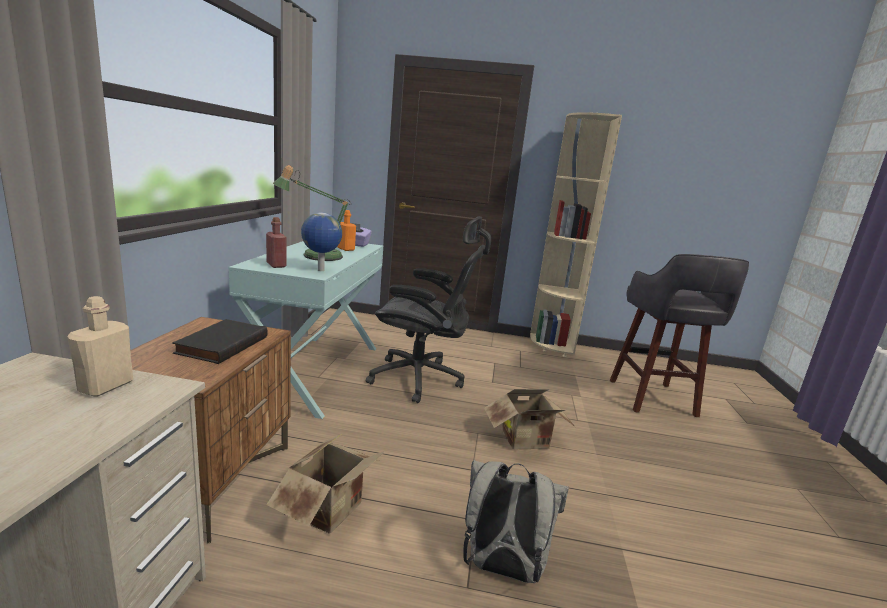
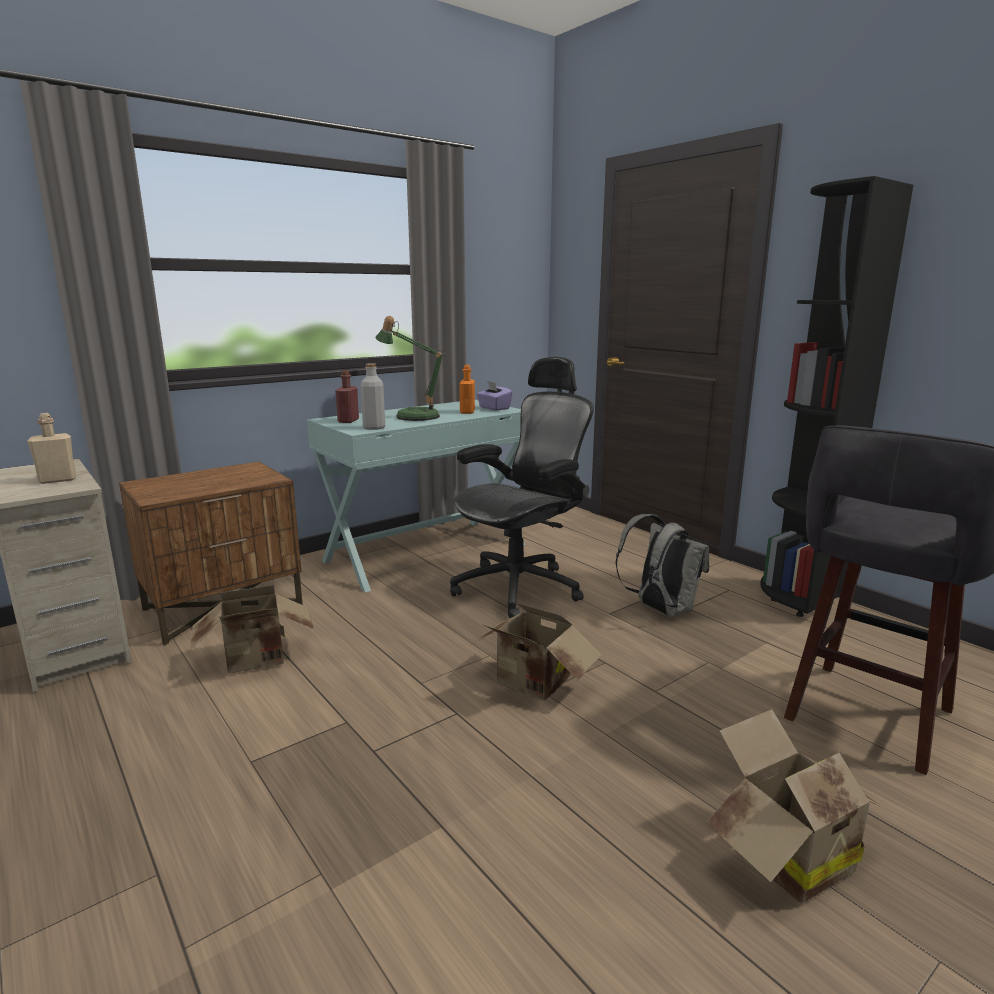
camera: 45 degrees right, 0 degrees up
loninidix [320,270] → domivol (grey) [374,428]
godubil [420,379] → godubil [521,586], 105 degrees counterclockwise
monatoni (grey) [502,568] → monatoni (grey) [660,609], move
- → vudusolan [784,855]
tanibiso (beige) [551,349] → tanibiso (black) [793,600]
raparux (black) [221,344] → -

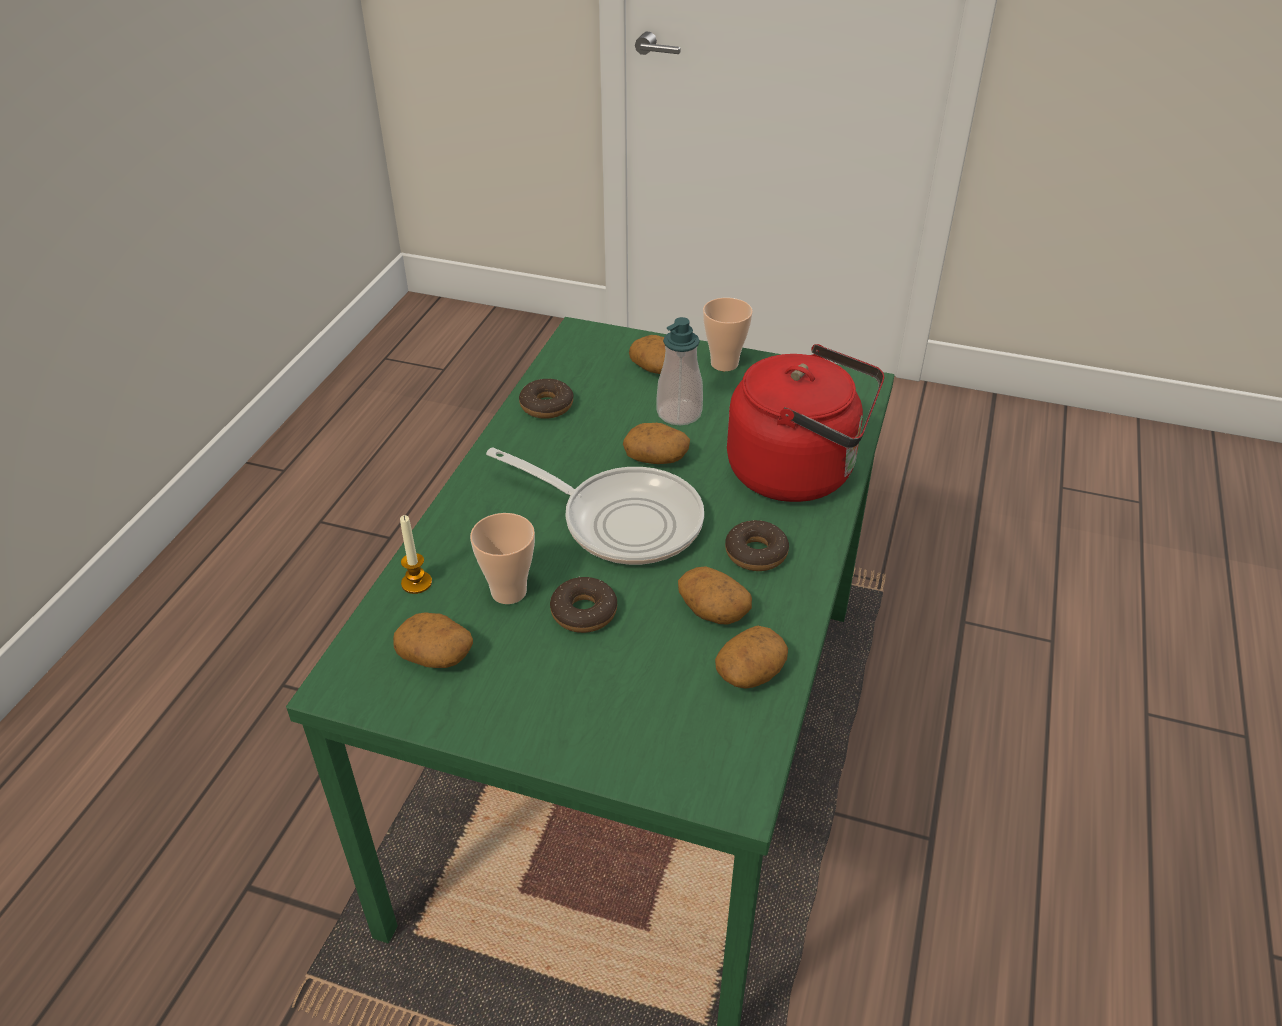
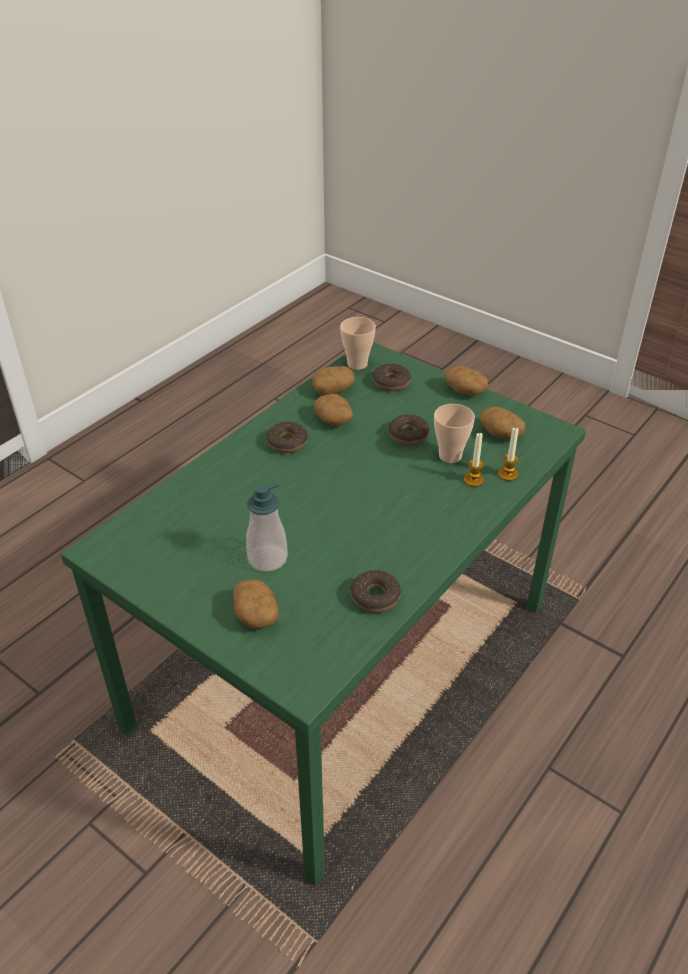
camera: 160 degrees left, 0 degrees up
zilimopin [724,364] → zilimopin [357,364], move
- → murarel [391,382]
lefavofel [657,457] → lefavofel [464,390], move
- → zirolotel [473,480]
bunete [622,520] → -
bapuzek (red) [799,472] → -

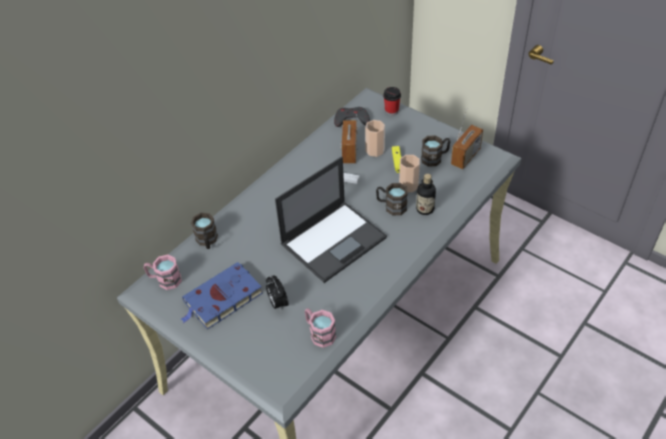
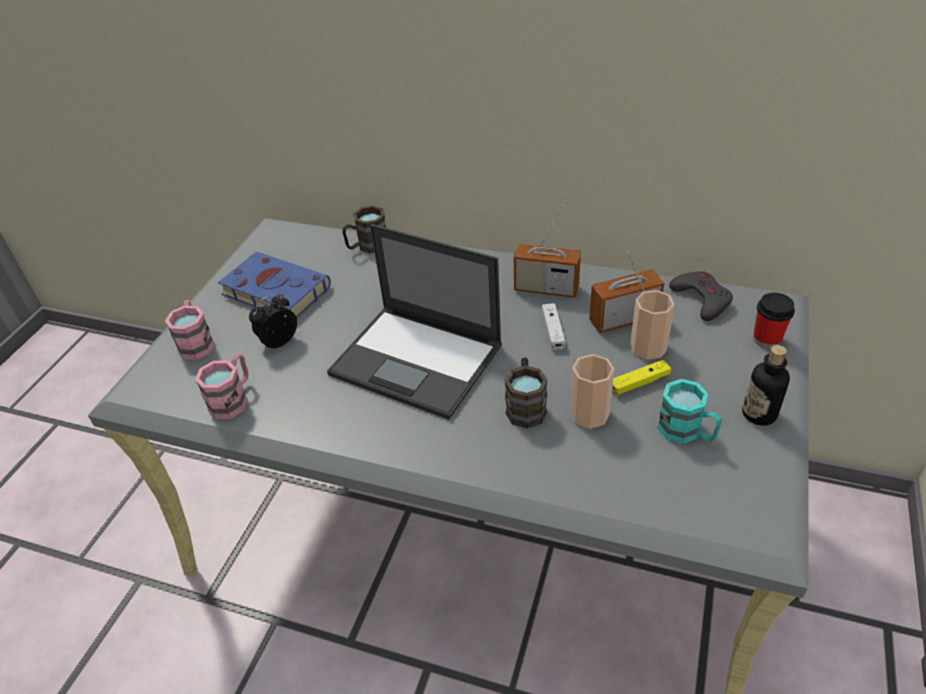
camera: 70 degrees right, 5 degrees down
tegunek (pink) [164,280] → tegunek (pink) [196,342], move
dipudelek [465,157] → dipudelek [546,288], move
tegunek (brown) [435,158] → tegunek (turquoise) [687,432]
domivol [425,209] → domivol [759,414], move

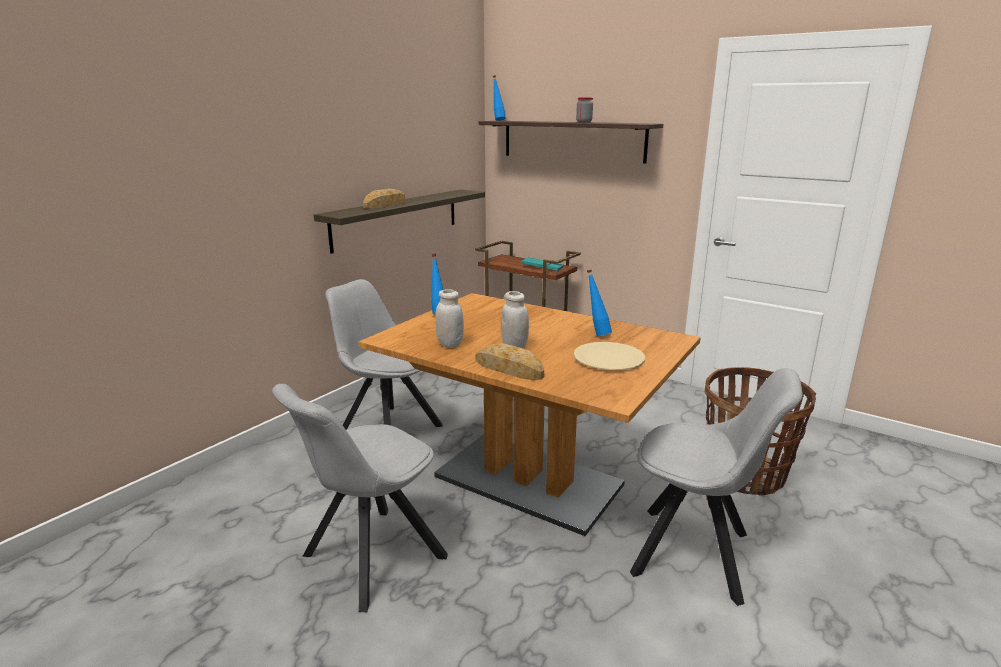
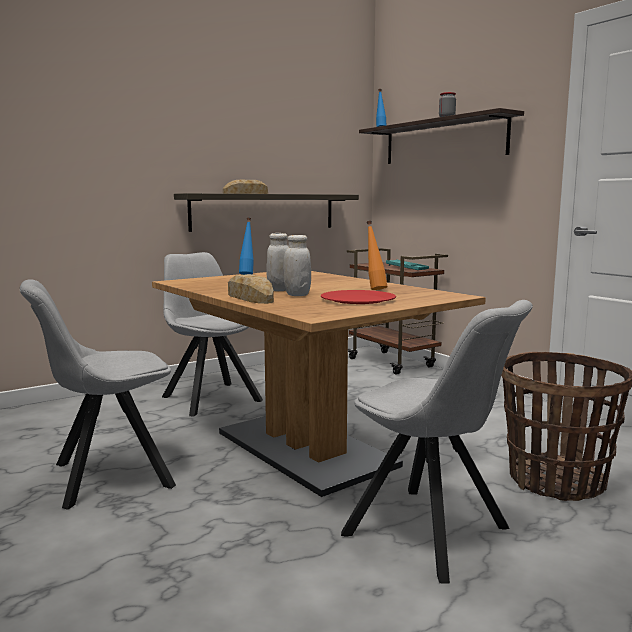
camera: 20 degrees right, 10 degrees down
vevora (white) [450,344] → vevora (white) [297,295], move
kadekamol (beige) [608,358] → kadekamol (red) [357,299]
domivol (blue) [596,334] → domivol (orange) [374,289]

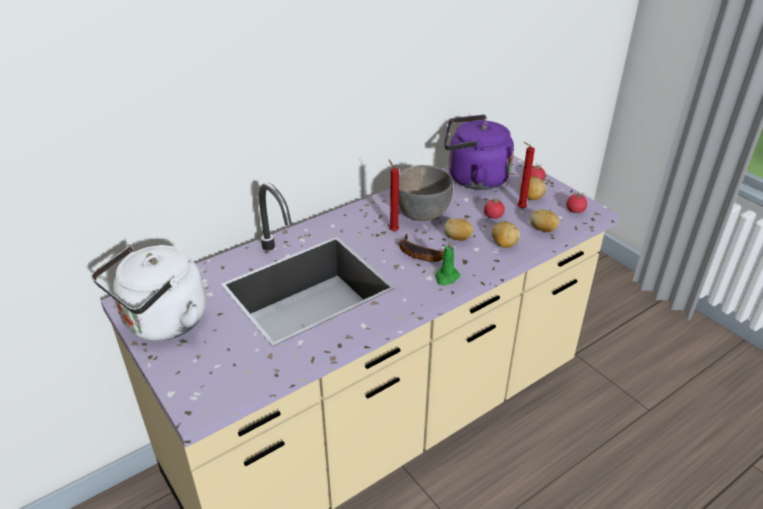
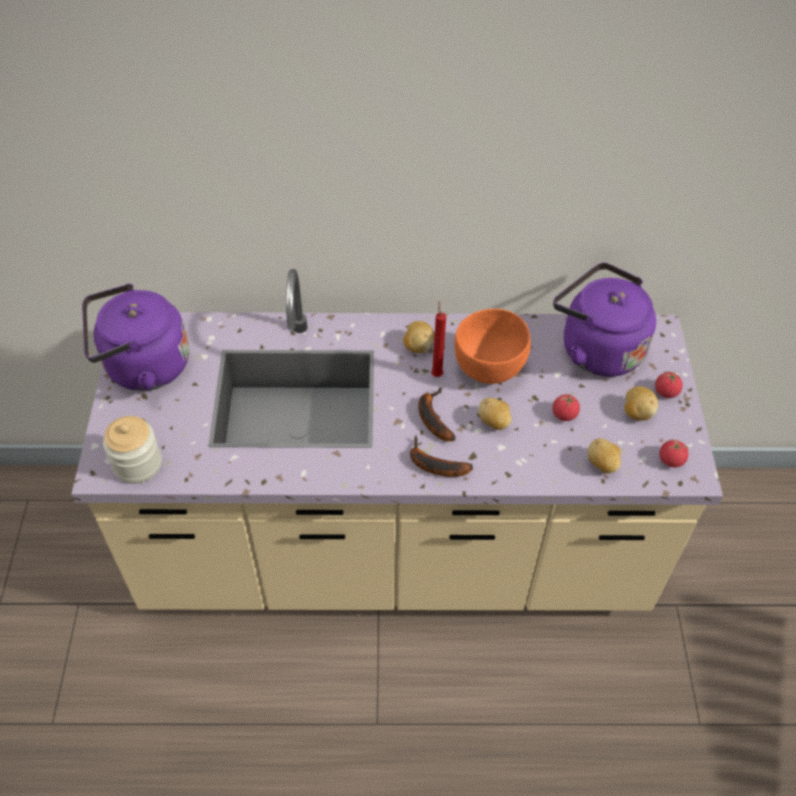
camera: 35 degrees right, 15 degrees up
bapuzek (white) [162,323] → bapuzek (purple) [142,367]
- → vevora [138,464]
lefavofel [503,244] → lefavofel [418,346], move
zirolotel (green) [446,277] → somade [433,465]
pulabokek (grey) [423,213] → pulabokek (orange) [489,368]
zirolotel (red) [520,208] → -

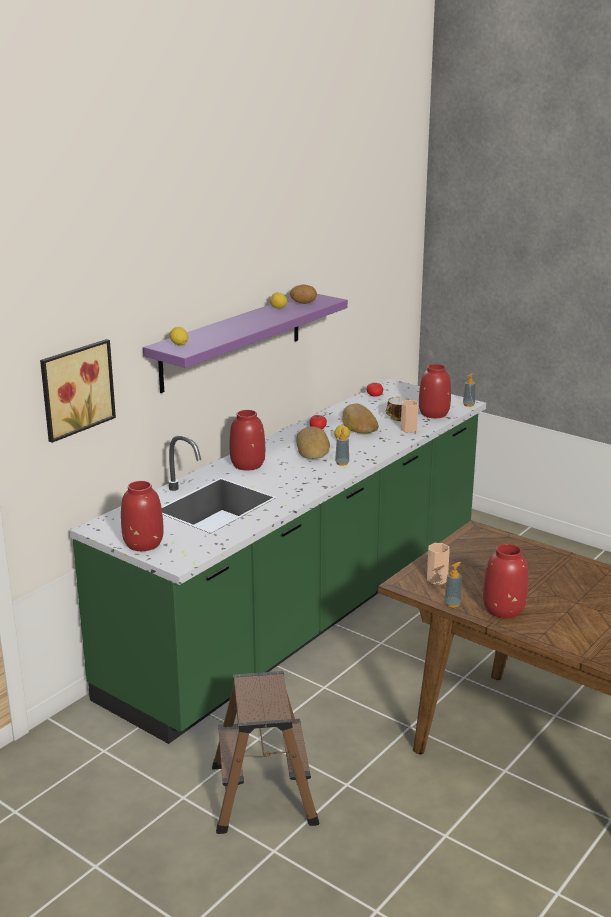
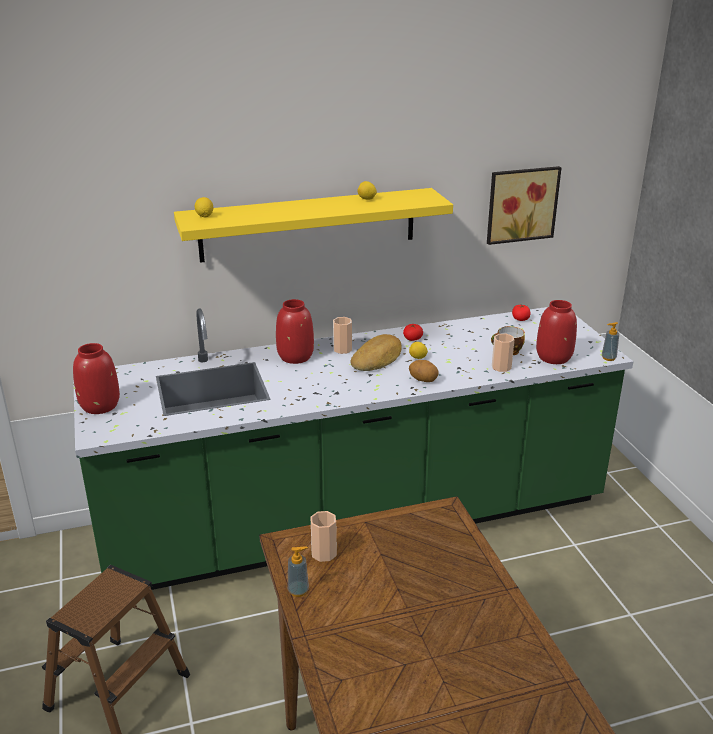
camera: 35 degrees right, 5 degrees up
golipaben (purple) [232,341] → golipaben (yellow) [308,224]
- → zilimopin [342,349]
lefavofel [303,303] → lefavofel [423,380], move
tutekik [75,388] → tutekik [521,204], move
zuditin [342,463] → -
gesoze [358,424] → -
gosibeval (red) [503,609] → -

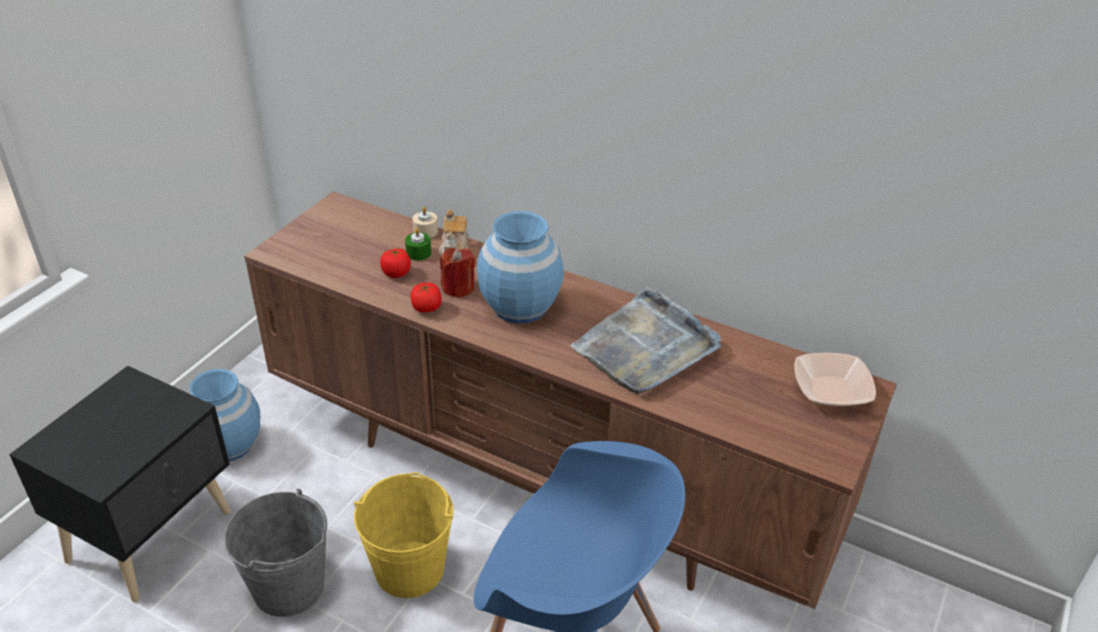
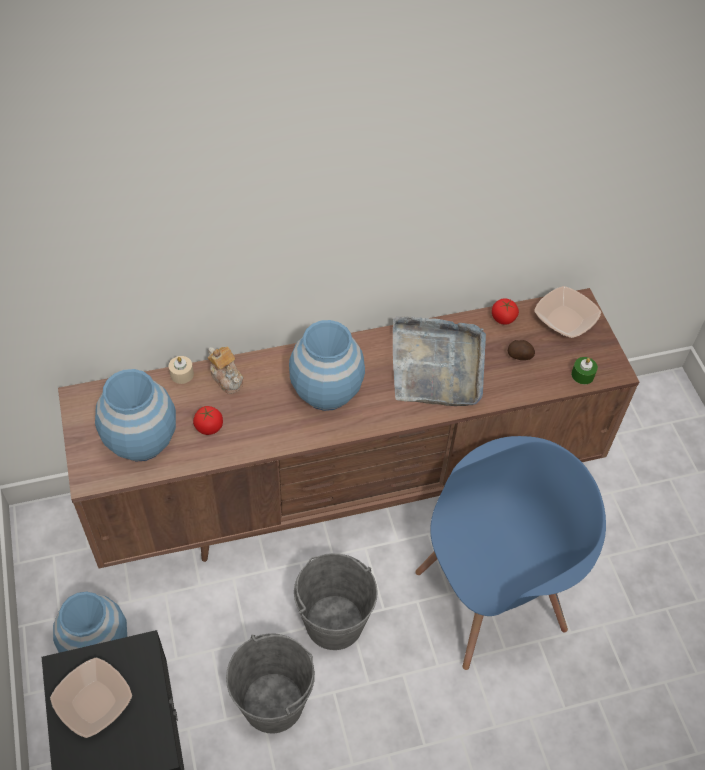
camera: 45 degrees left, 15 degrees up
- → pulabokek [94,702]
- → gosibeval (blue) [141,440]
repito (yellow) [409,569] → repito (grey) [334,622]
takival [426,308] → takival [503,318], move
- → lefavofel [520,356]
zirolotel (green) [418,253] → zirolotel (green) [582,375], move
zirolotel (red) [458,288] → -

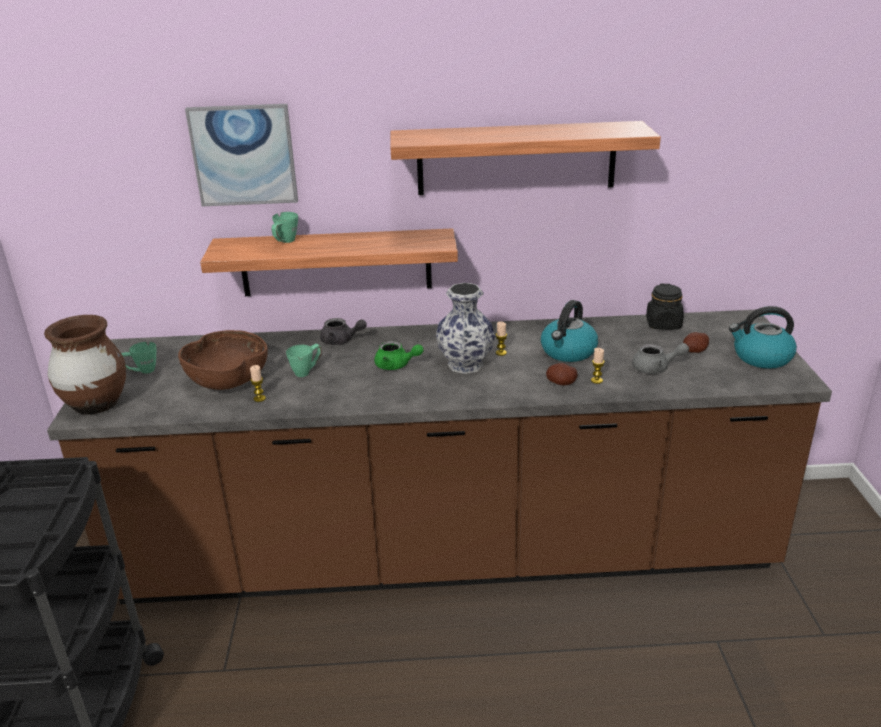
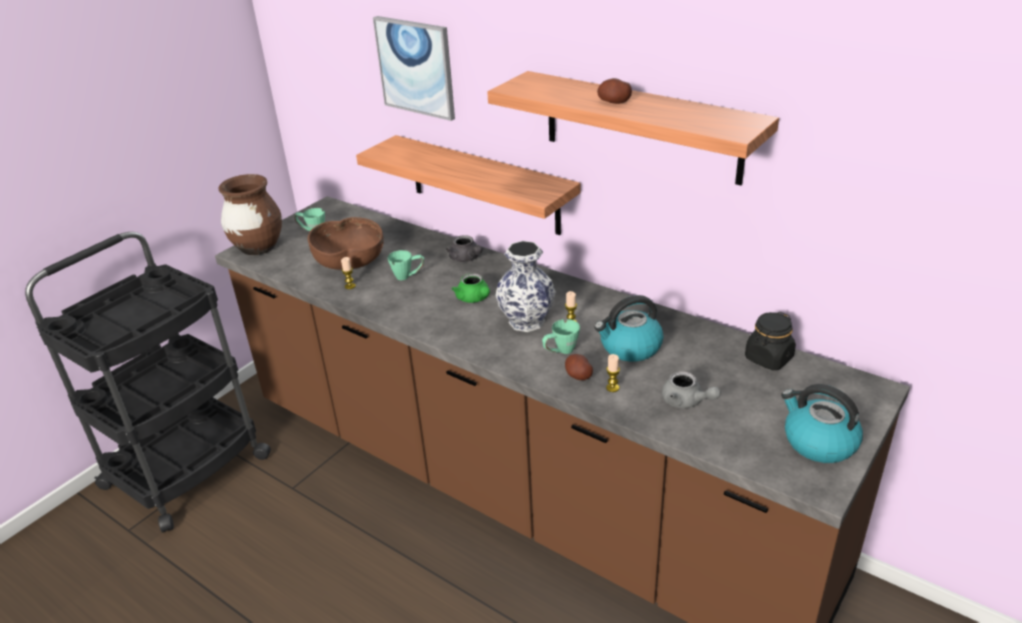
camera: 40 degrees right, 5 degrees up
tegunek (green) [285,242] → tegunek (green) [560,352], move
lefavofel [694,351] → lefavofel [614,102], move

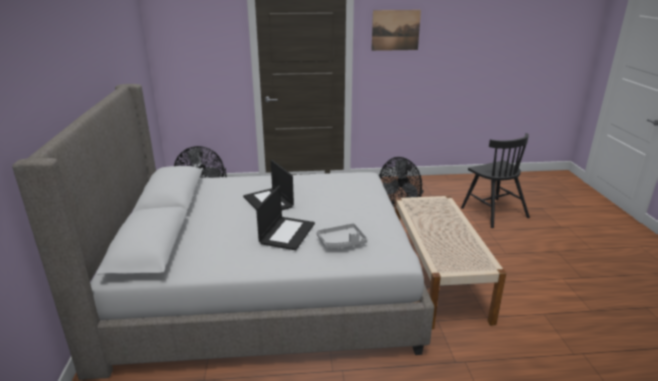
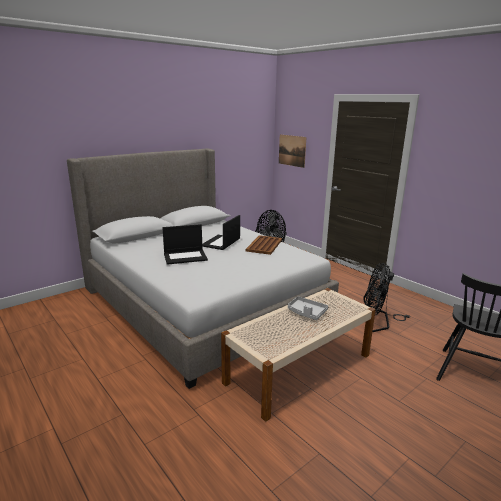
camera: 55 degrees right, 5 degrees down
- → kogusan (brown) [264,245]
tutekik [395,30] → tutekik [292,150], move
kogusan (grey) [341,242] → kogusan (grey) [306,313], move

